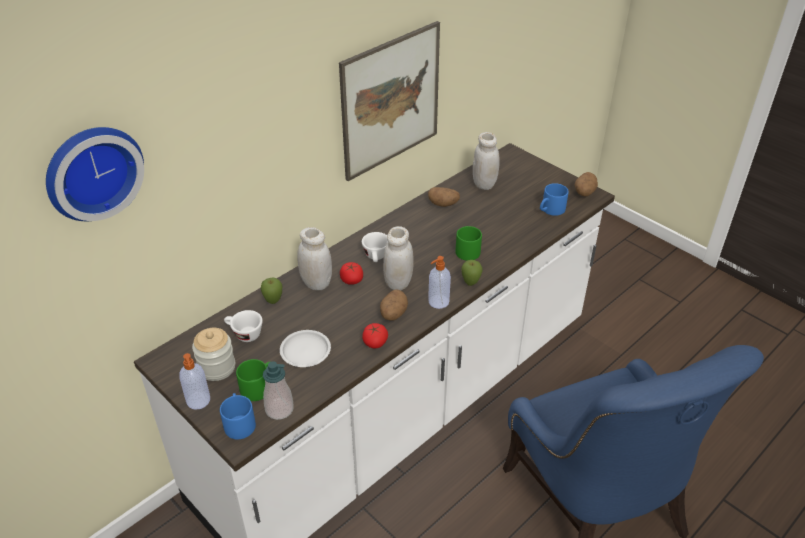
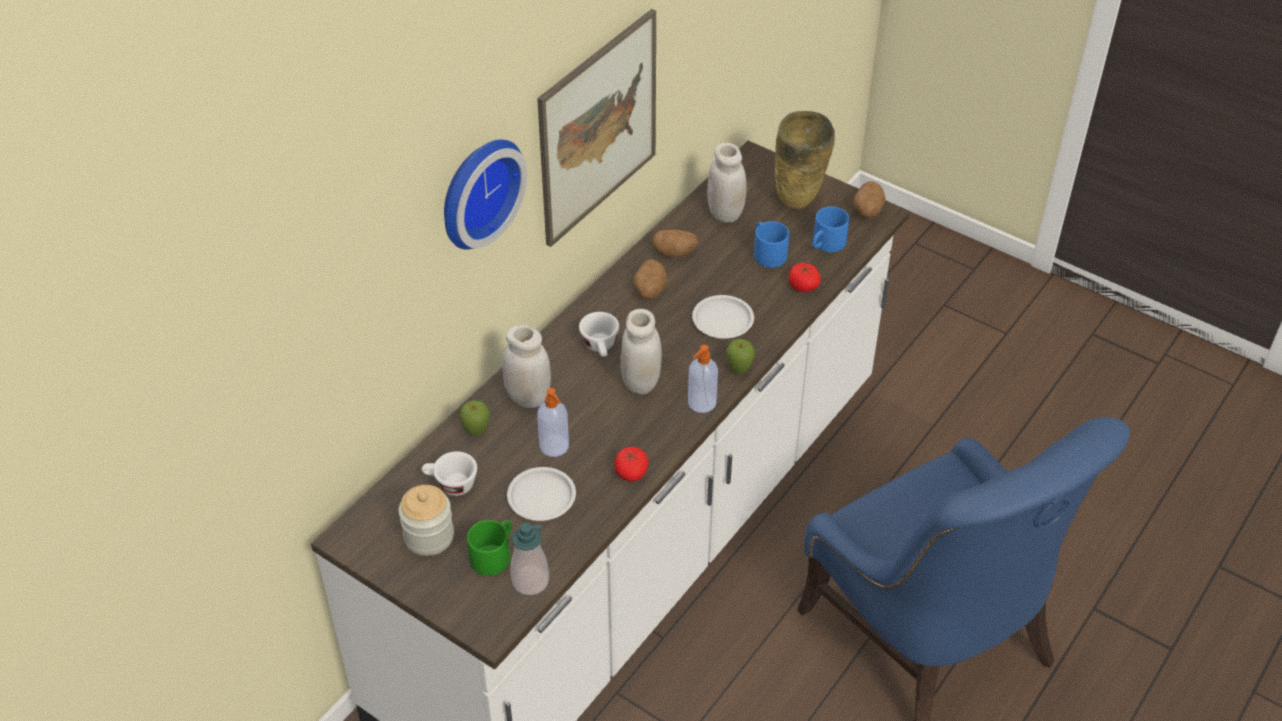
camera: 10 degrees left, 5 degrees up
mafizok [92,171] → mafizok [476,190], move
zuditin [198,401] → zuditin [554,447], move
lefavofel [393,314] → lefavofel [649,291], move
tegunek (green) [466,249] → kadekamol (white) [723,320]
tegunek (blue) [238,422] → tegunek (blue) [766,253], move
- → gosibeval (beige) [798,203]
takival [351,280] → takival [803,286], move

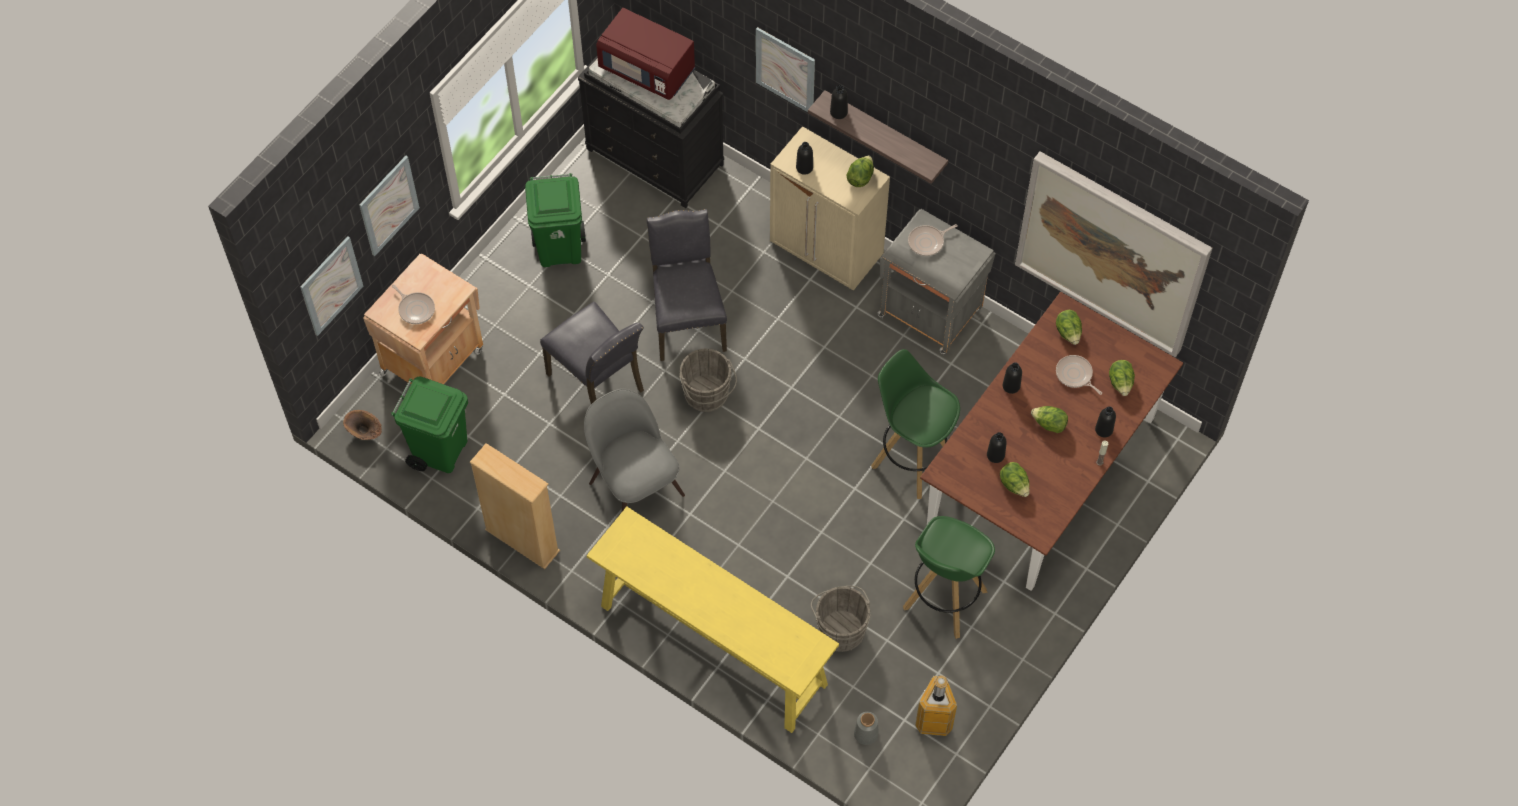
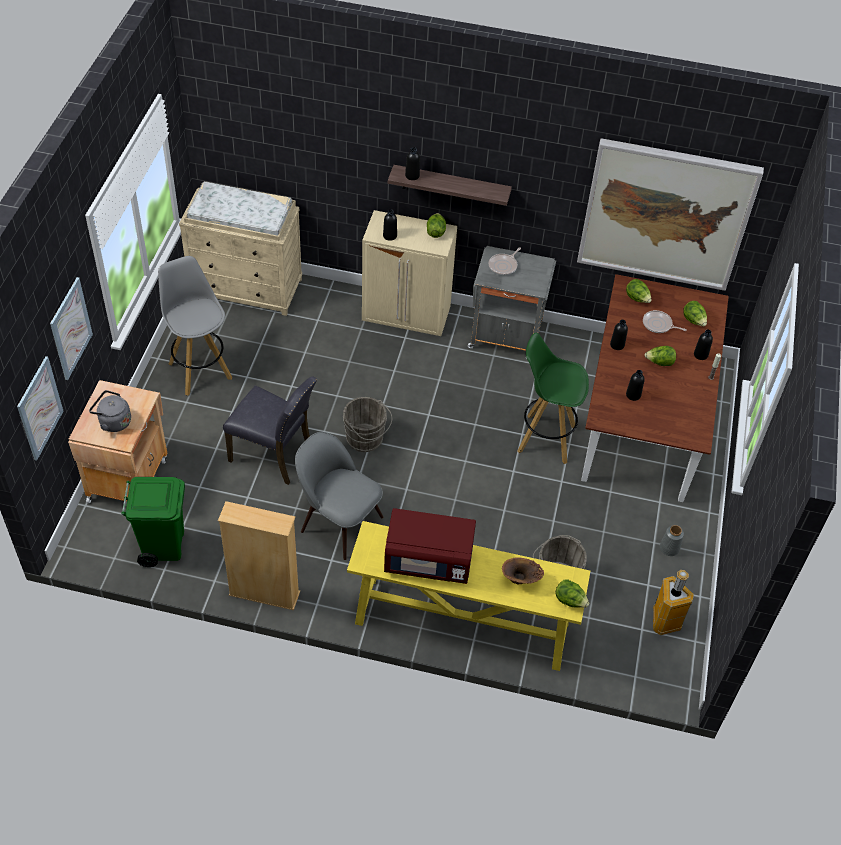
camera: 25 degrees left, 10 degrees down
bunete [415,309] → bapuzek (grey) [113,422]
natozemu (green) [560,249] → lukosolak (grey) [200,369]
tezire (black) [655,157] → tezire (beige) [246,288]
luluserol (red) [647,70] → luluserol (red) [428,560], move
gosibeval (brown) [365,434] → gosibeval (brown) [520,581], move
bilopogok [1014,485] → bilopogok [570,600], move
gosibeval (grey) [866,734] → gosibeval (grey) [669,548], move
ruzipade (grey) [687,320] → -
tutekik [785,70] → -
lukosolak (green) [943,600] → -

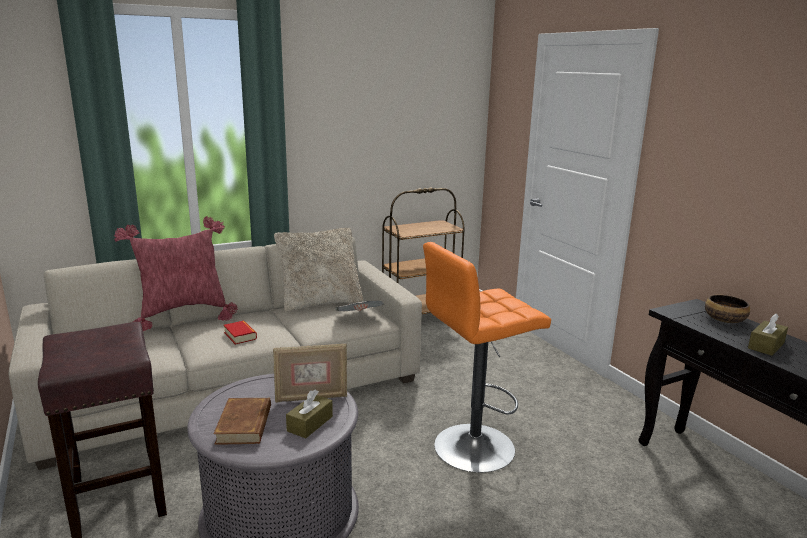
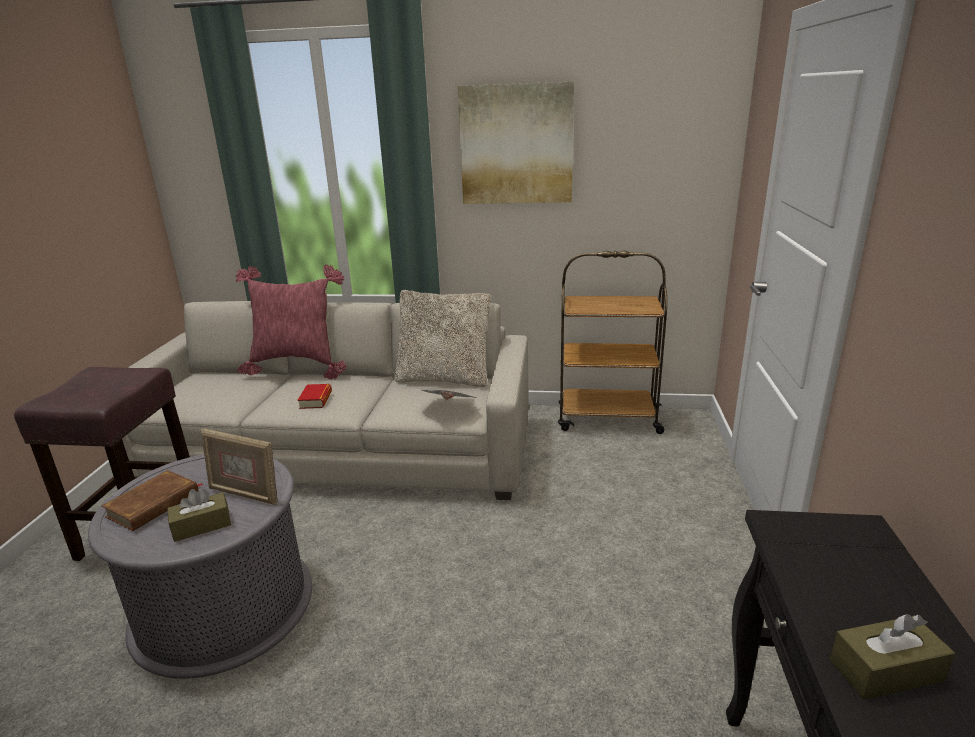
camera: 35 degrees right, 5 degrees up
- → tutekik [516,144]
lukosolak (orange) [473,447] → -
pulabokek [724,319] → -

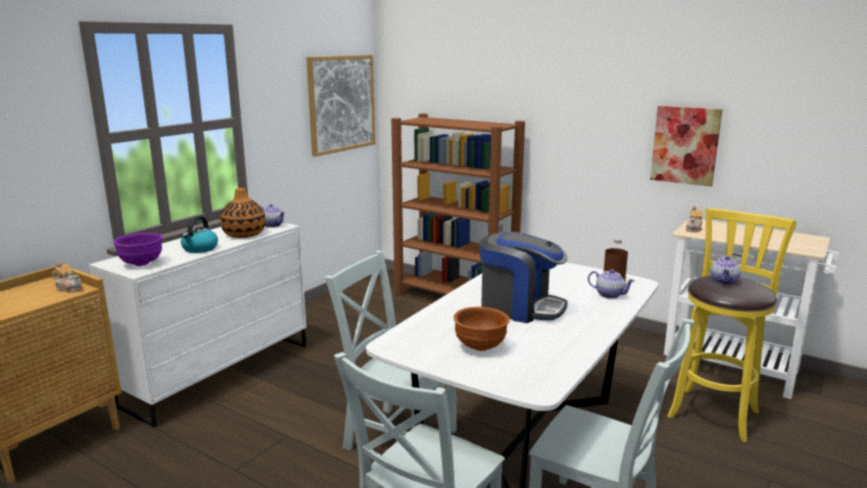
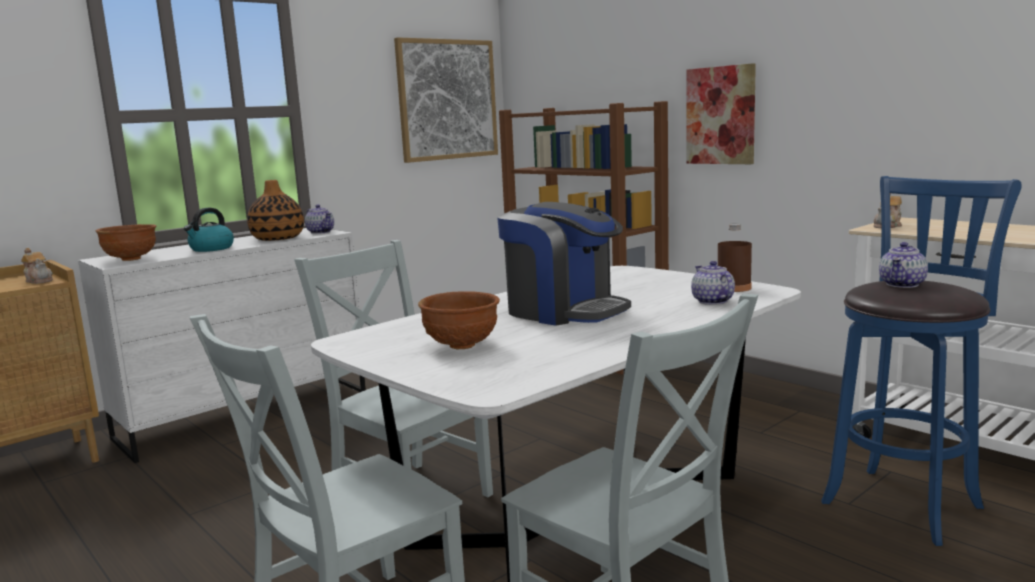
camera: 15 degrees right, 5 degrees down
pulabokek (purple) [142,264] → pulabokek (brown) [132,259]
tutekik [685,145] → tutekik [720,115], move
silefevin [610,295] → silefevin [711,301], 150 degrees counterclockwise
lukosolak (yellow) [714,412] → lukosolak (blue) [904,502]

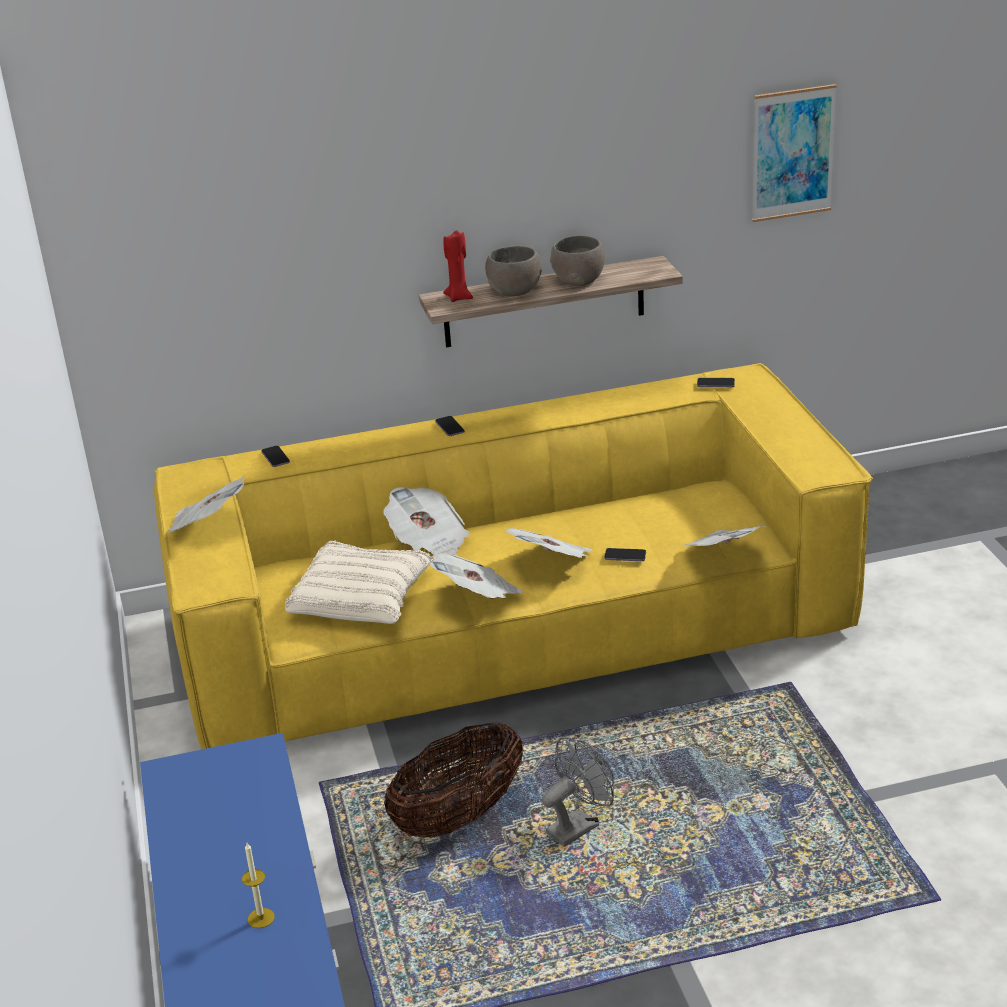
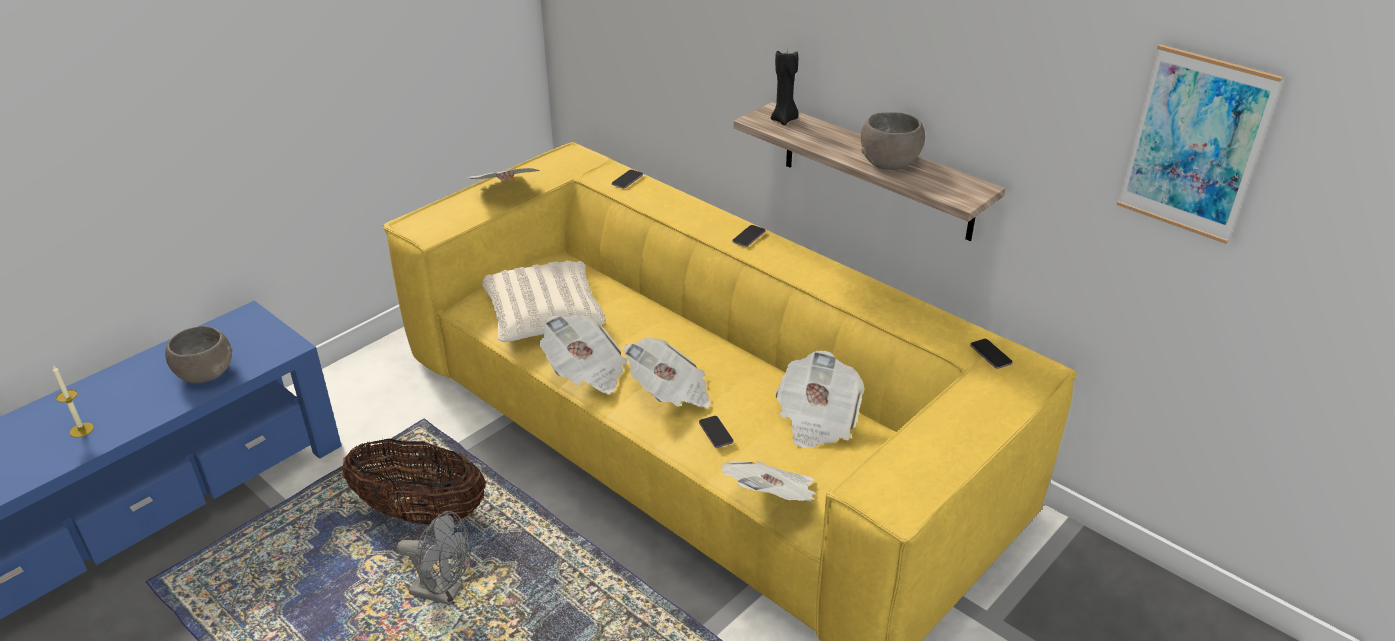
camera: 55 degrees right, 5 degrees up
pulabokek (grey) [514,290] → pulabokek (grey) [206,373], move
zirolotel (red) [459,297] → zirolotel (black) [784,120]
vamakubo [429,542] → vamakubo [816,419], move

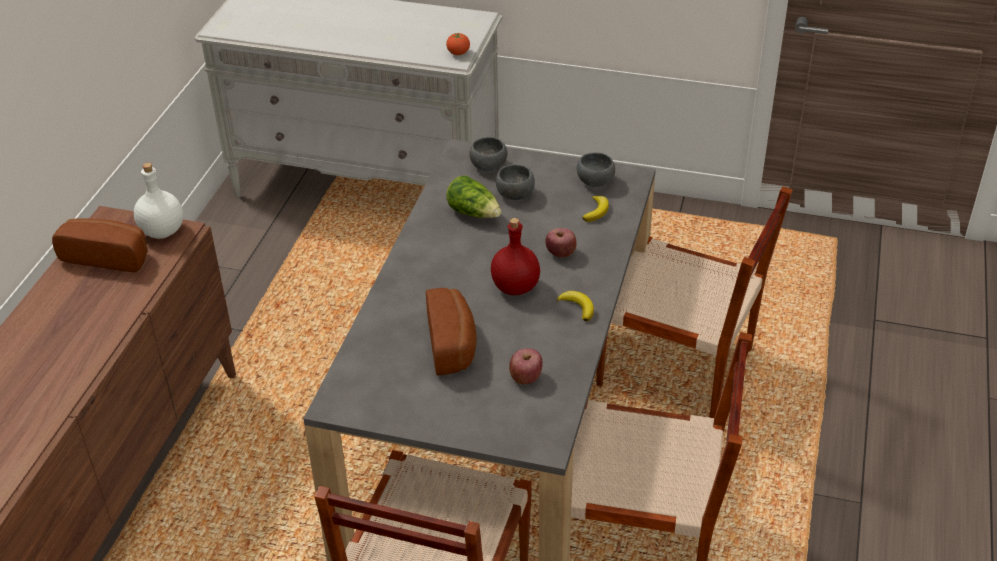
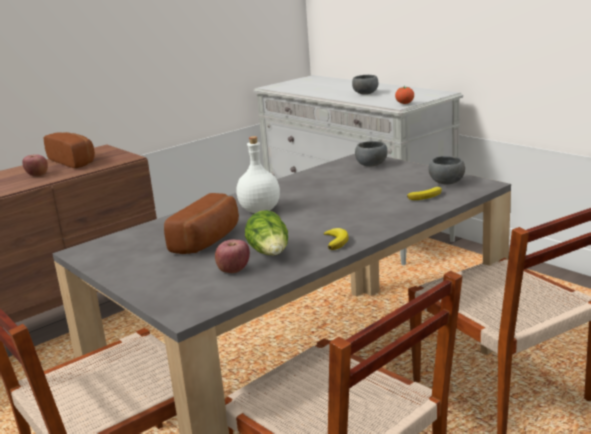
camera: 35 degrees right, 20 degrees down
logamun [561,253] → logamun [37,175], move
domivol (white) [163,231] → domivol (white) [260,210], move
bilopogok [474,213] → bilopogok [270,253], move
pulabokek (grey) [514,194] → pulabokek (grey) [365,93], move
domivol (red) [514,287] → -

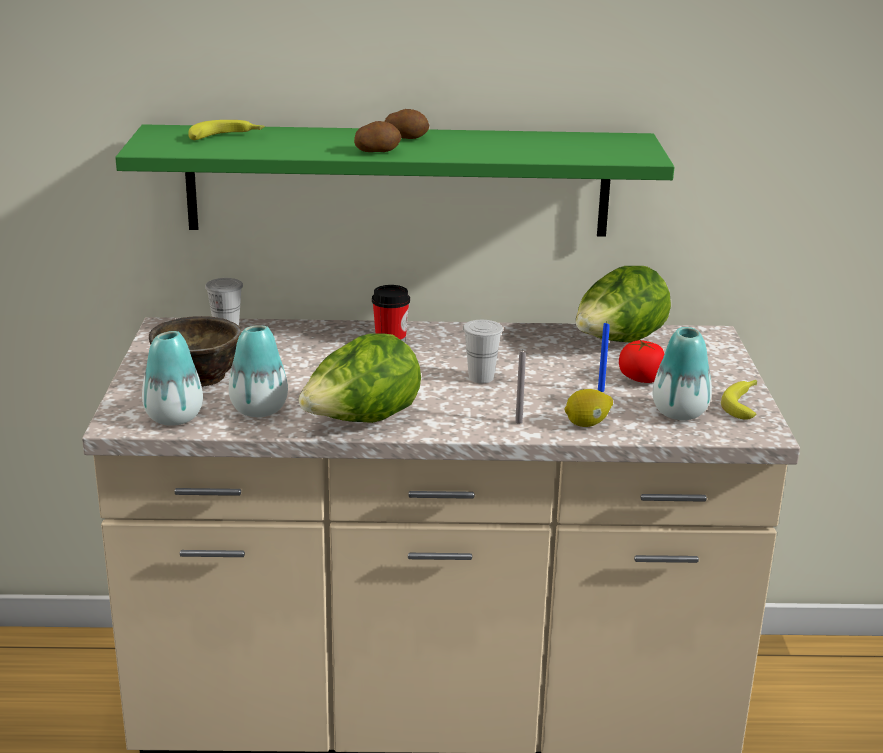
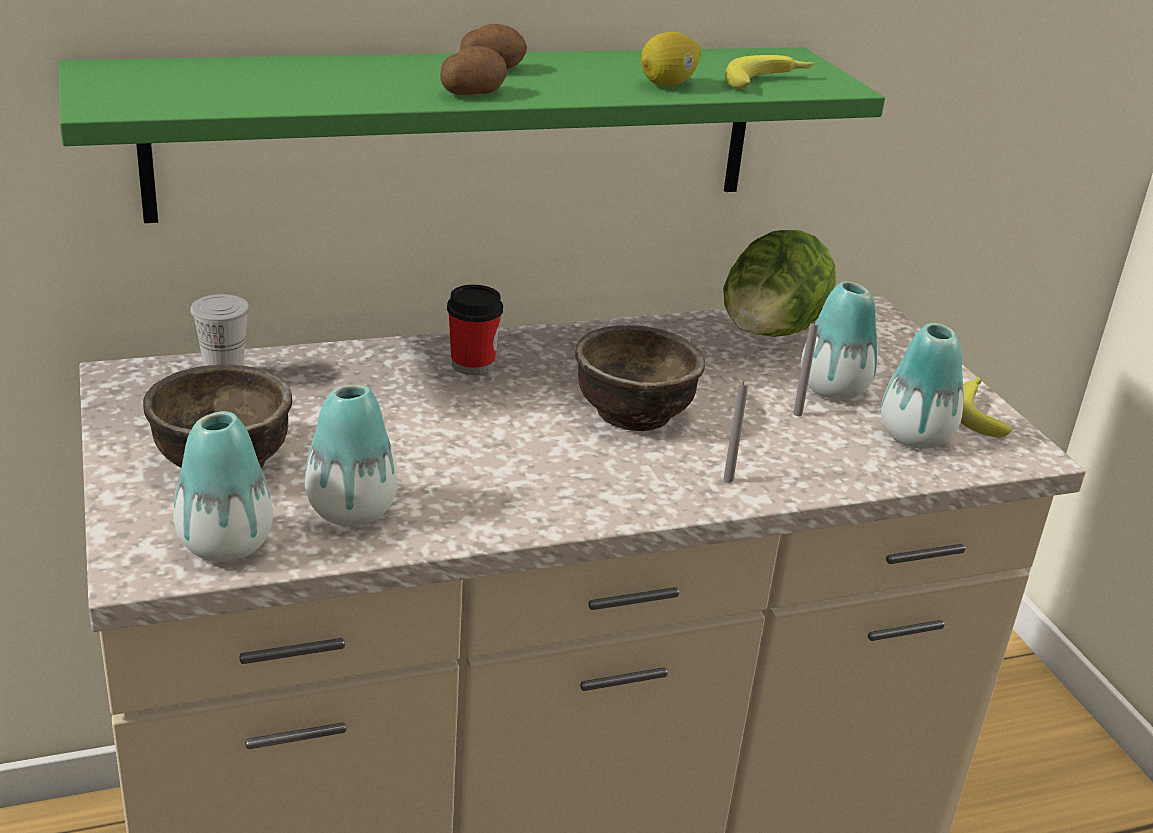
camera: 20 degrees left, 5 degrees up
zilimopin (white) [481,378] → pulabokek (brown) [632,413]
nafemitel [587,424] → nafemitel [668,84], move
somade [227,137] → somade [768,82], move
zirolotel (blue) [601,390] → zirolotel (grey) [797,414]
takival [641,379] → gosibeval [833,389]
bilopogok [361,422] → -

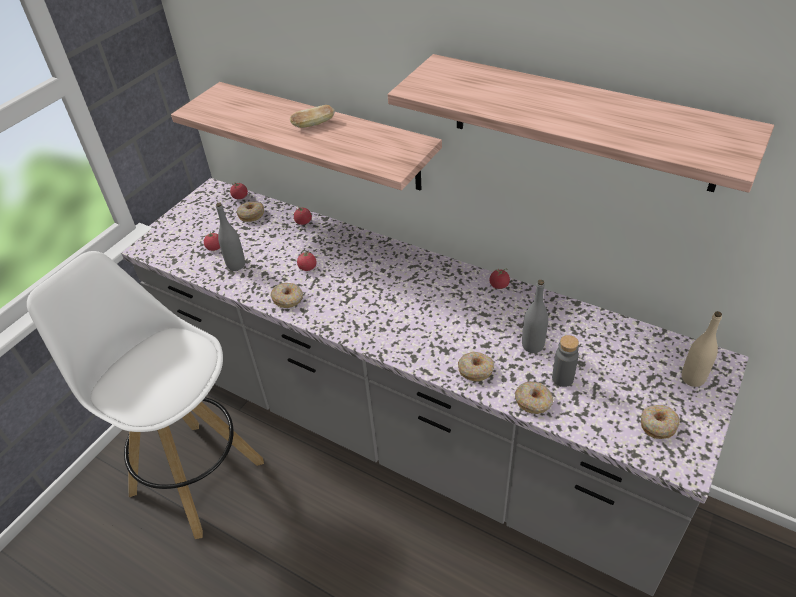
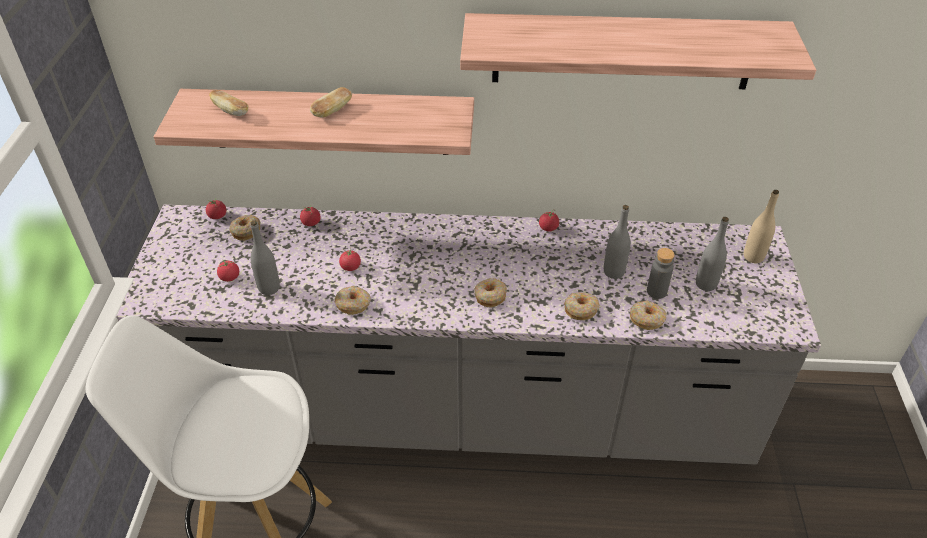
camera: 30 degrees left, 0 degrees up
- → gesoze [231,111]
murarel [657,425] → murarel [490,296], move
- → domivol (grey) [706,284]

